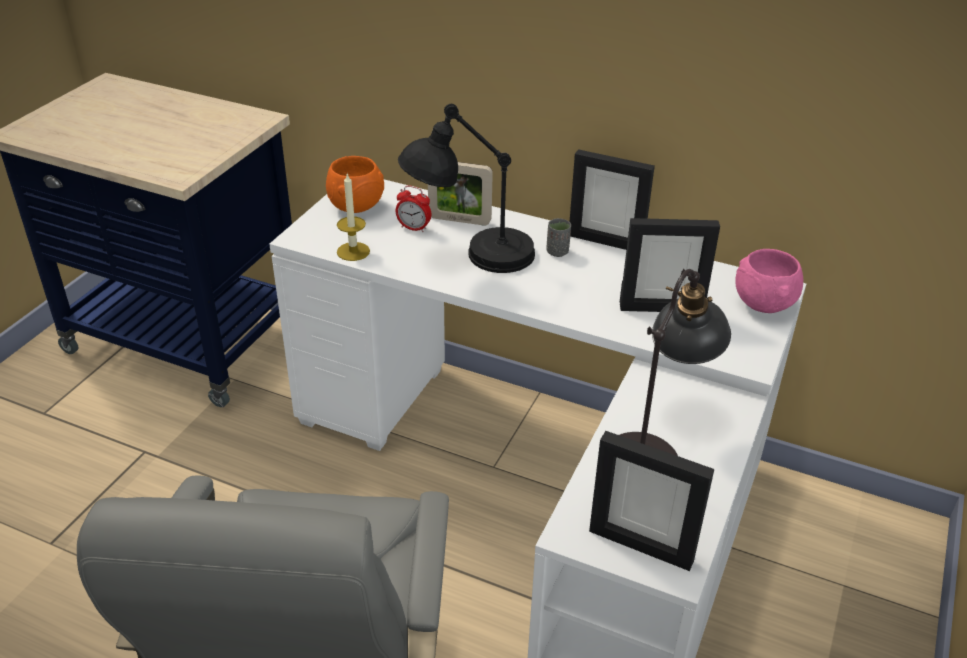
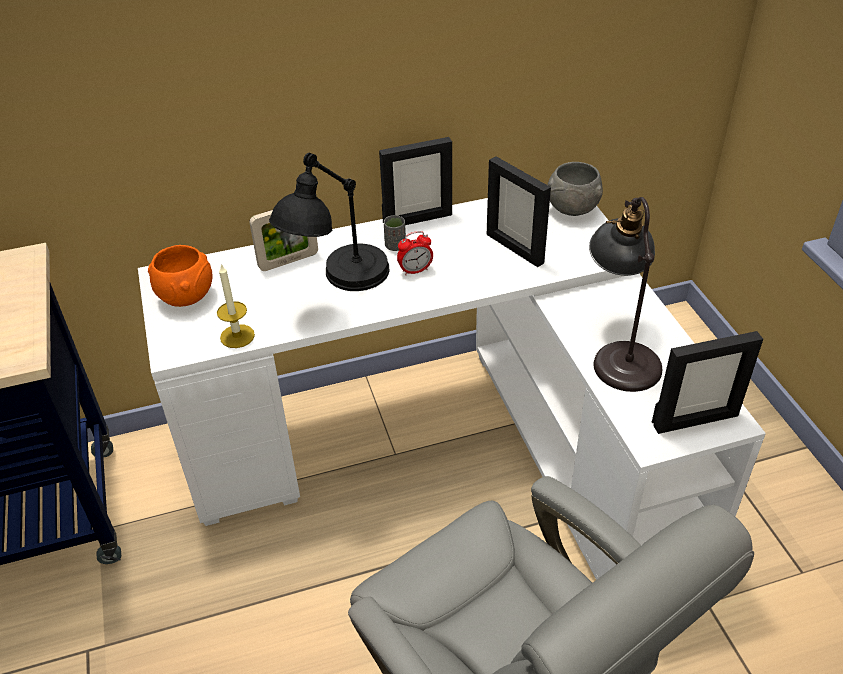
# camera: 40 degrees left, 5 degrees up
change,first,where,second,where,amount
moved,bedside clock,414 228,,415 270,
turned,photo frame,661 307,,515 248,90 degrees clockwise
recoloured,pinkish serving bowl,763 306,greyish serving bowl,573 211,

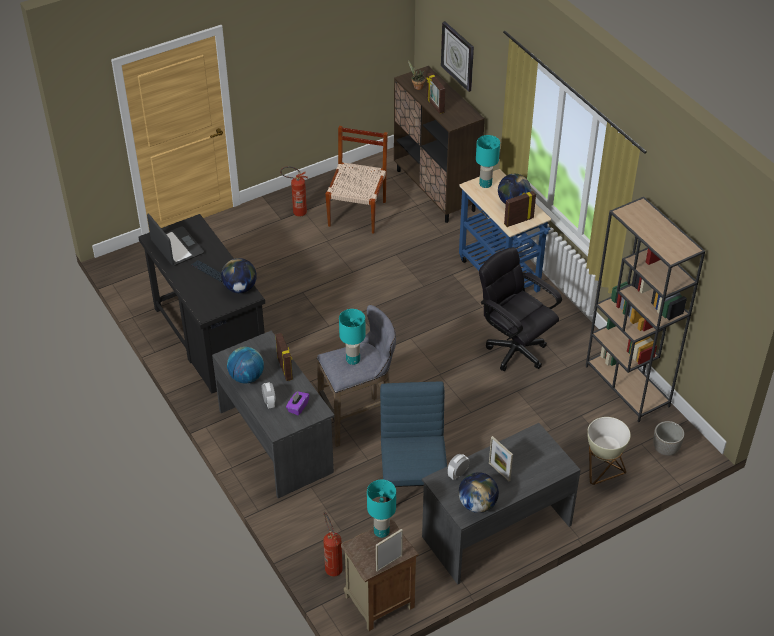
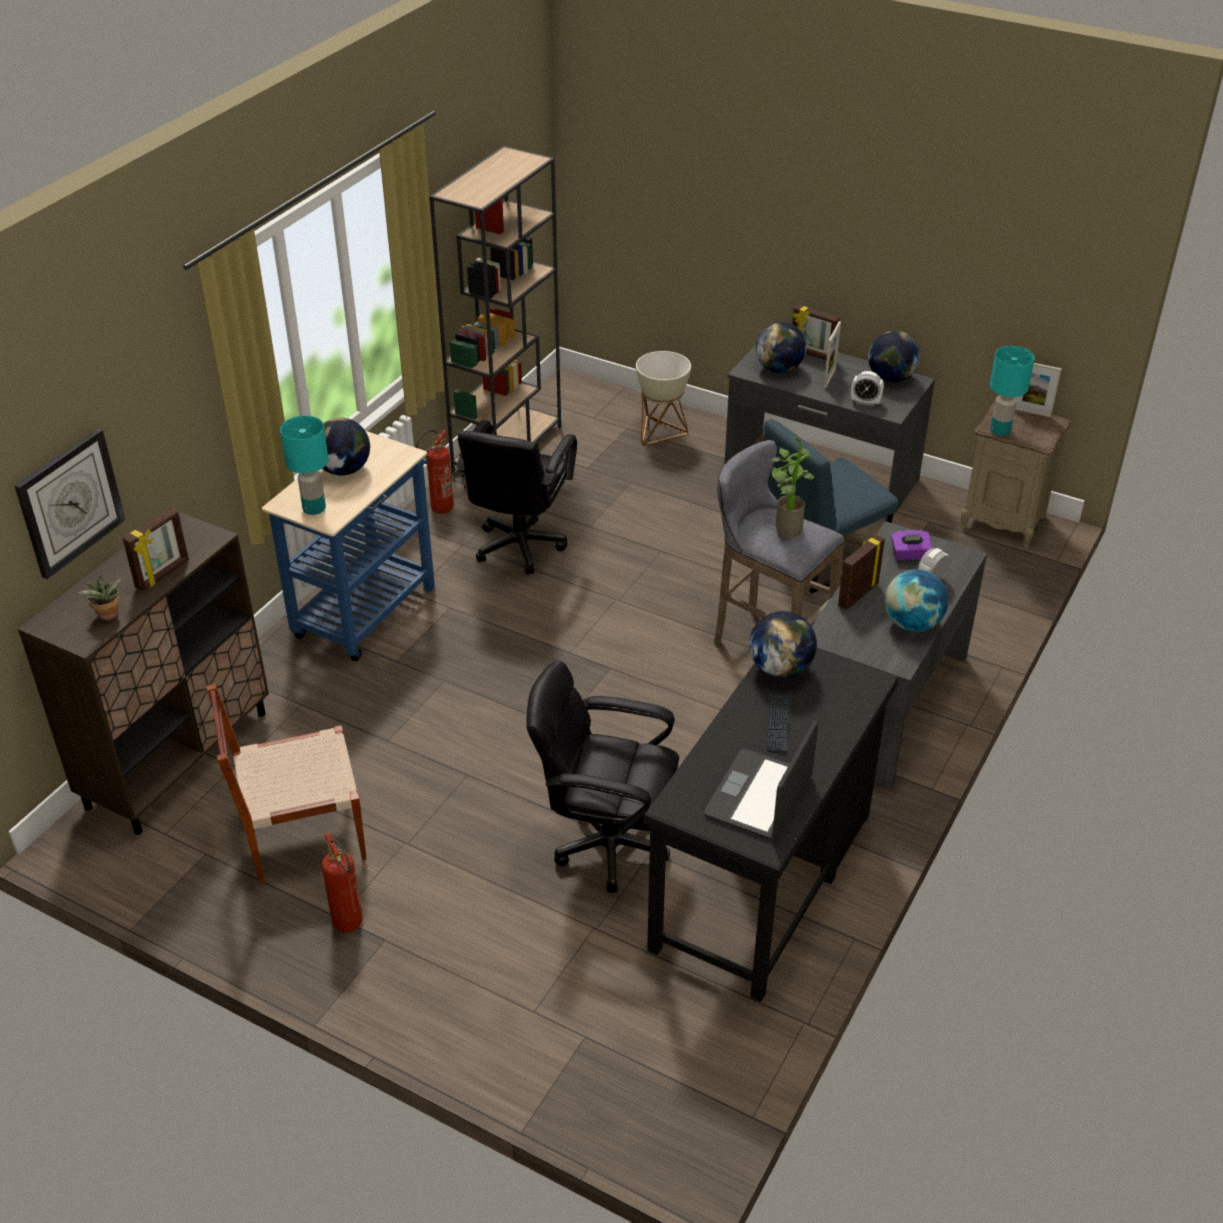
# camera: 120 degrees left, 5 degrees down
change,first,where,second,where,amount
moved,extinguisher,332 566,,438 510,
added,,,black-coloured desk chair,604 850,
added,,,globe,779 369,
replaced,turquoise-coloured table lamp,353 360,houseplant,786 527,
moved,photo frame,518 221,,812 354,
removed,plant pot,665 450,,,

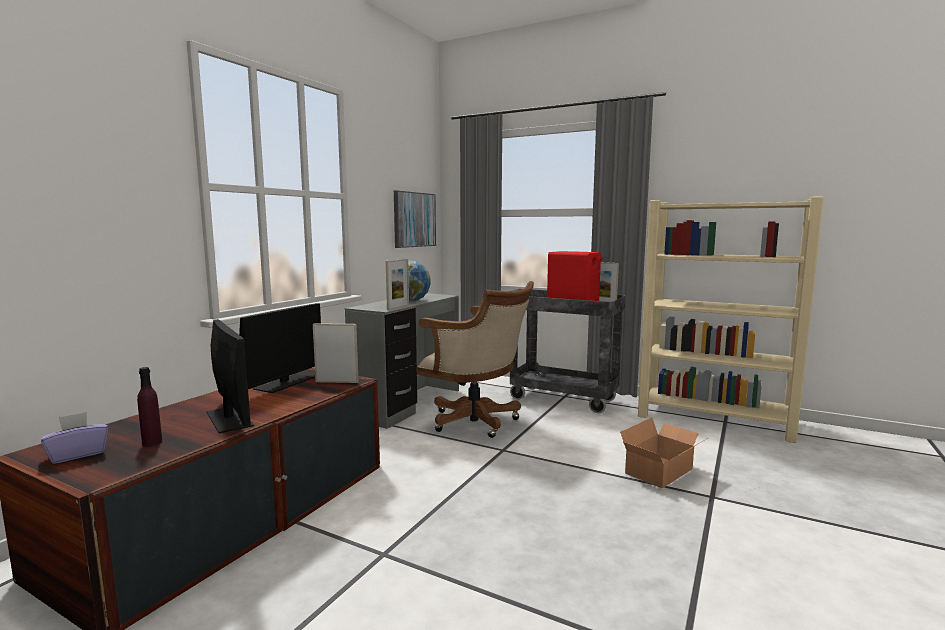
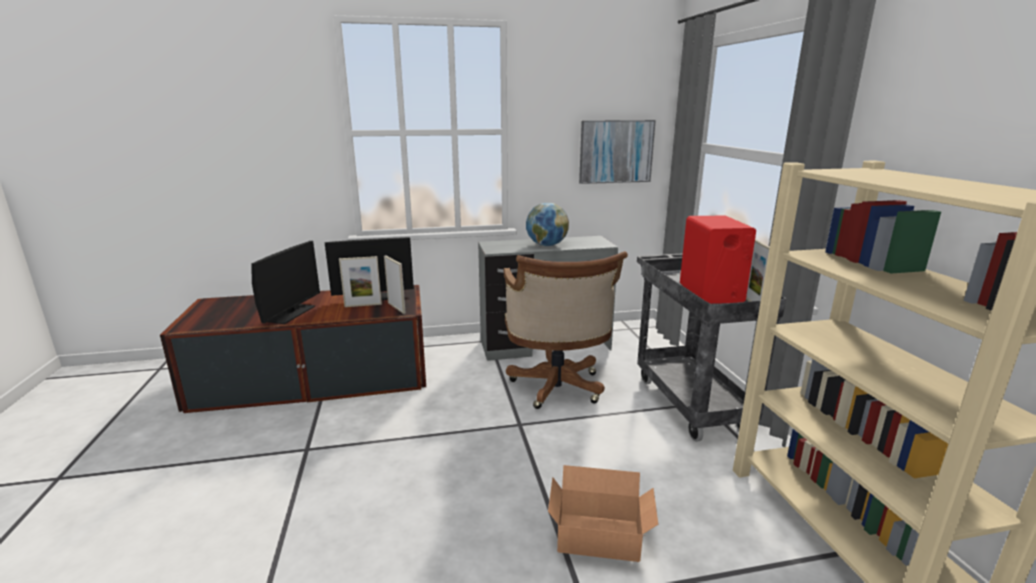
# camera: 50 degrees right, 10 degrees up
change,first,where,second,where,amount
moved,photo frame,398 307,,363 305,
removed,purple box of tissues,78 454,,,
removed,purple bottle,152 443,,,

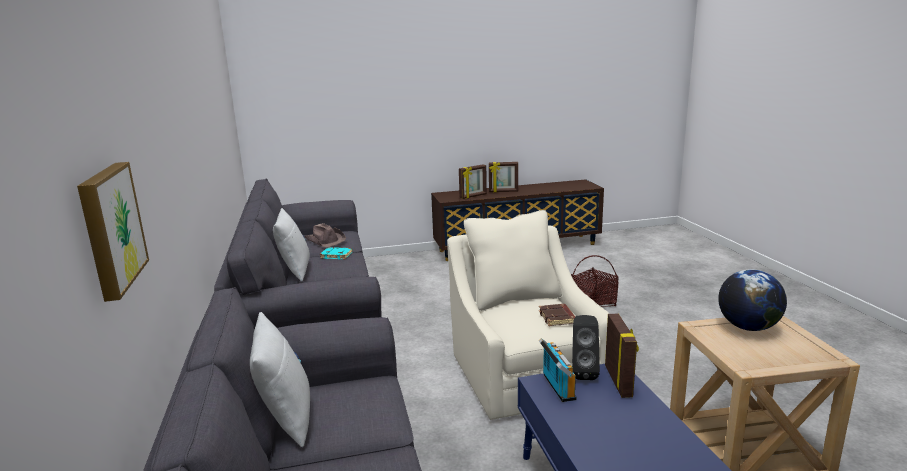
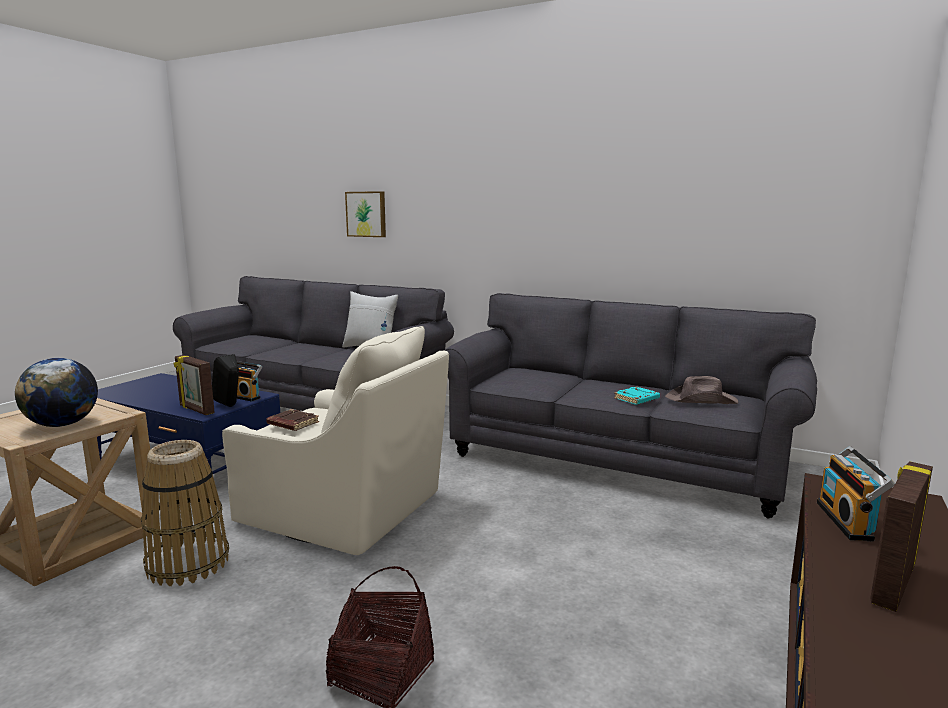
# camera: 130 degrees right, 5 degrees down
change,first,where,second,where,amount
added,,,basket,188 563,
replaced,photo frame,473 196,radio set,848 521,
removed,greyish pillow,295 271,,,

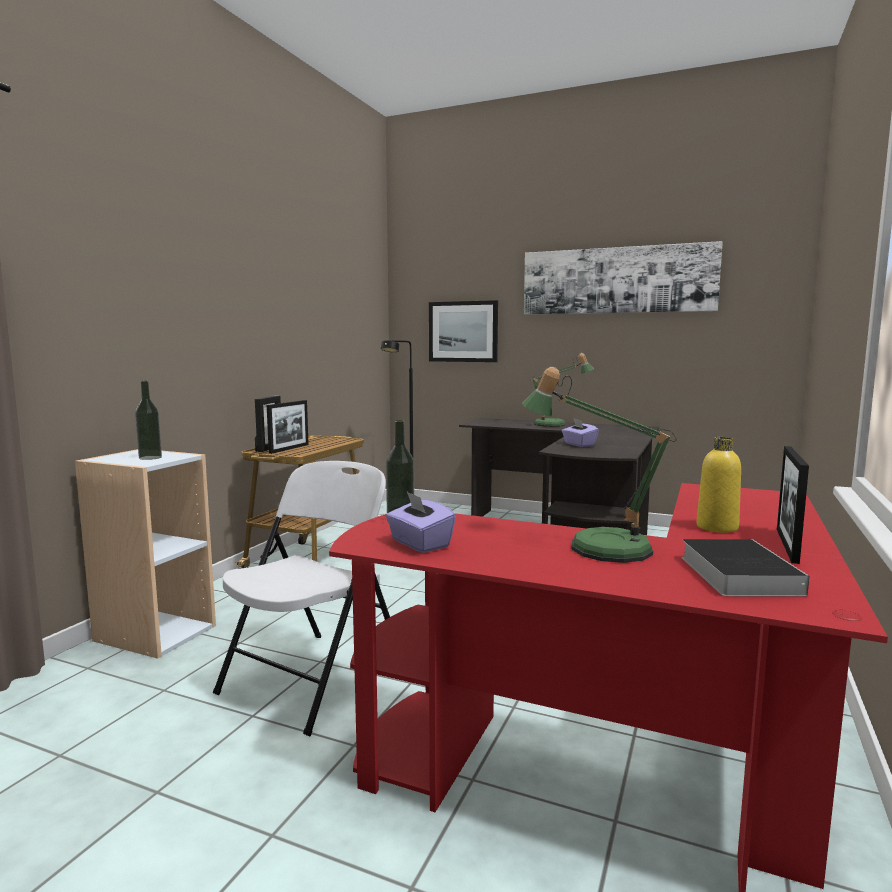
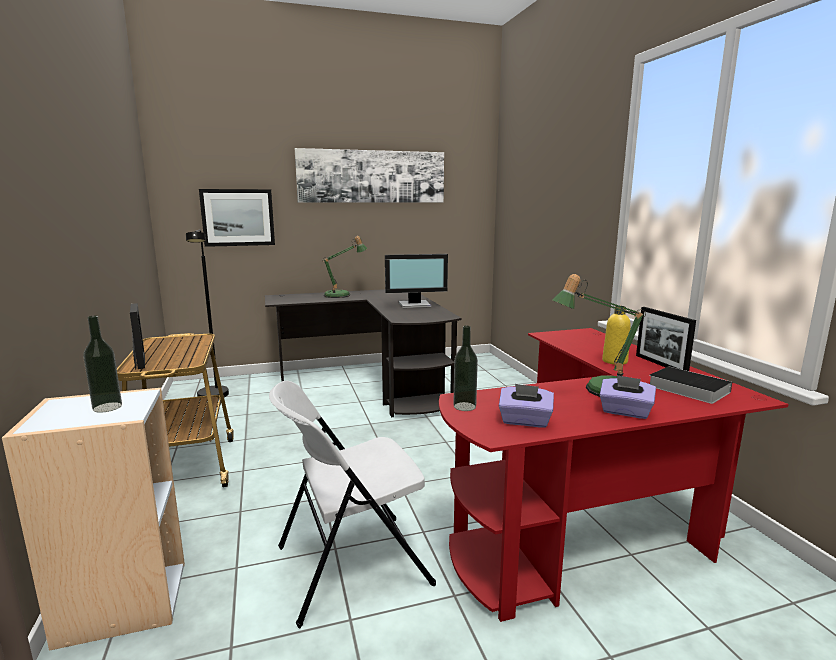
# camera: 40 degrees left, 5 degrees up
change,first,where,second,where,amount
turned,white plain chair,314 679,,352 564,105 degrees counterclockwise
added,,,monitor,415 305,
moved,purple box of tissues,579 444,,625 412,
removed,photo frame,289 449,,,

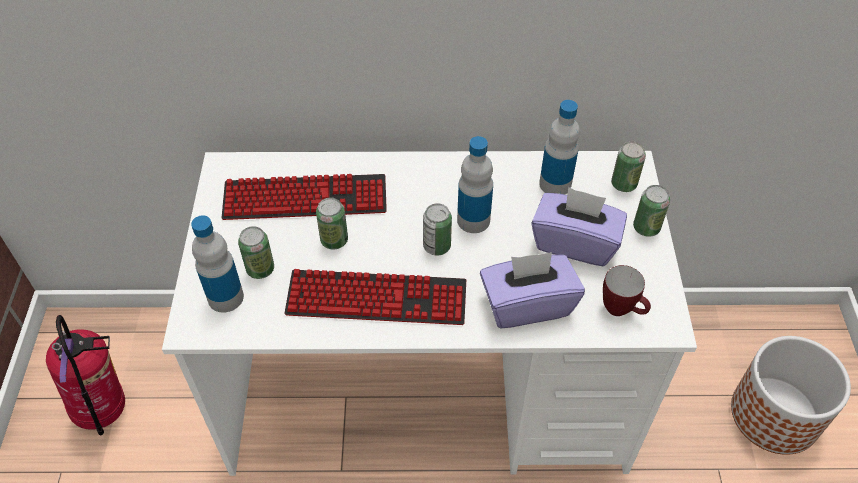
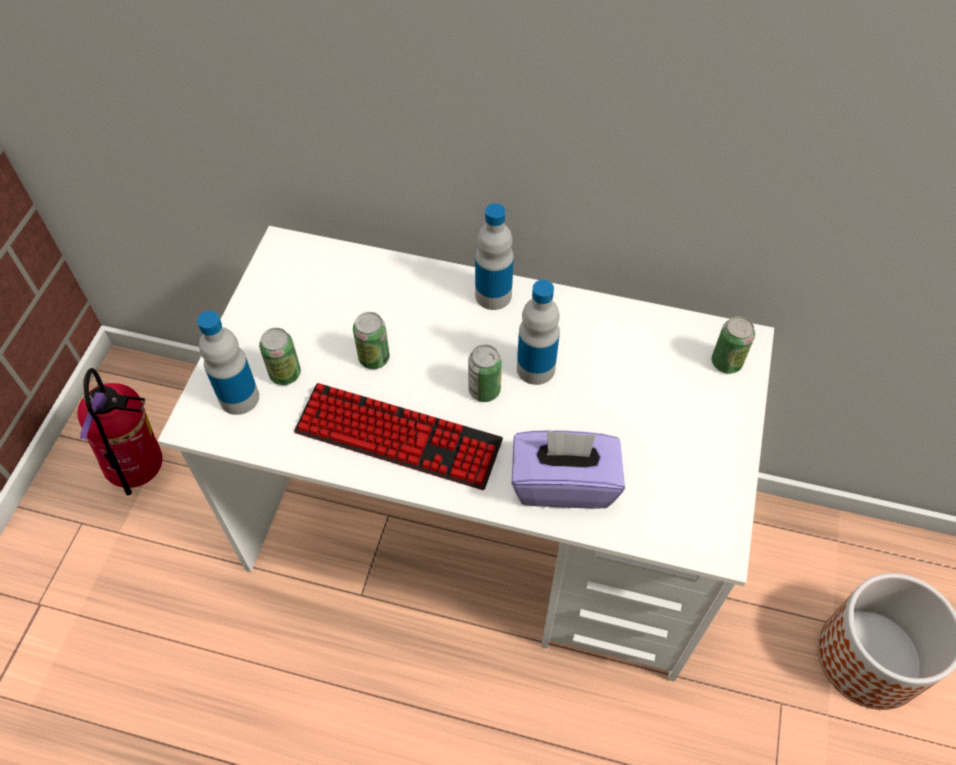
# camera: 15 degrees right, 5 degrees up
change,first,where,second,where,amount
moved,bottle,555 184,,493 295,
removed,computer keyboard,305 199,,,
removed,purple box of tissues,575 242,,,
removed,mug,622 310,,,
removed,can,646 227,,,

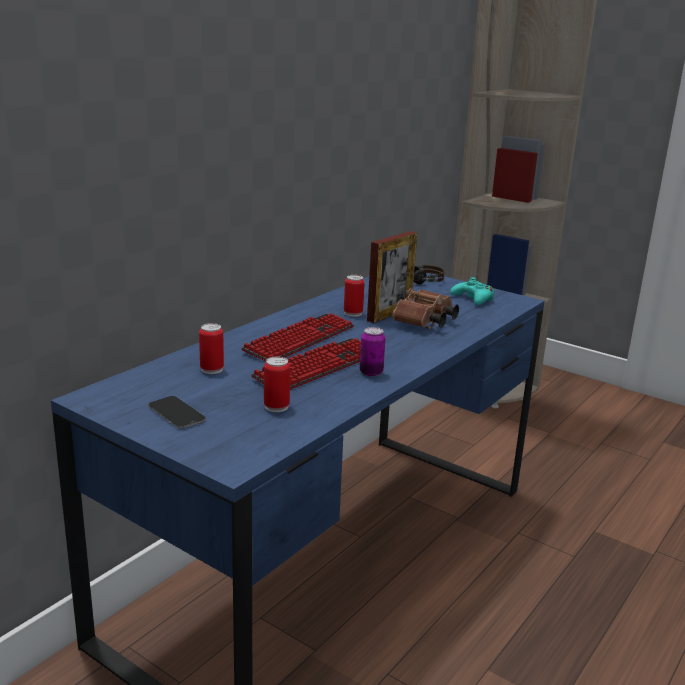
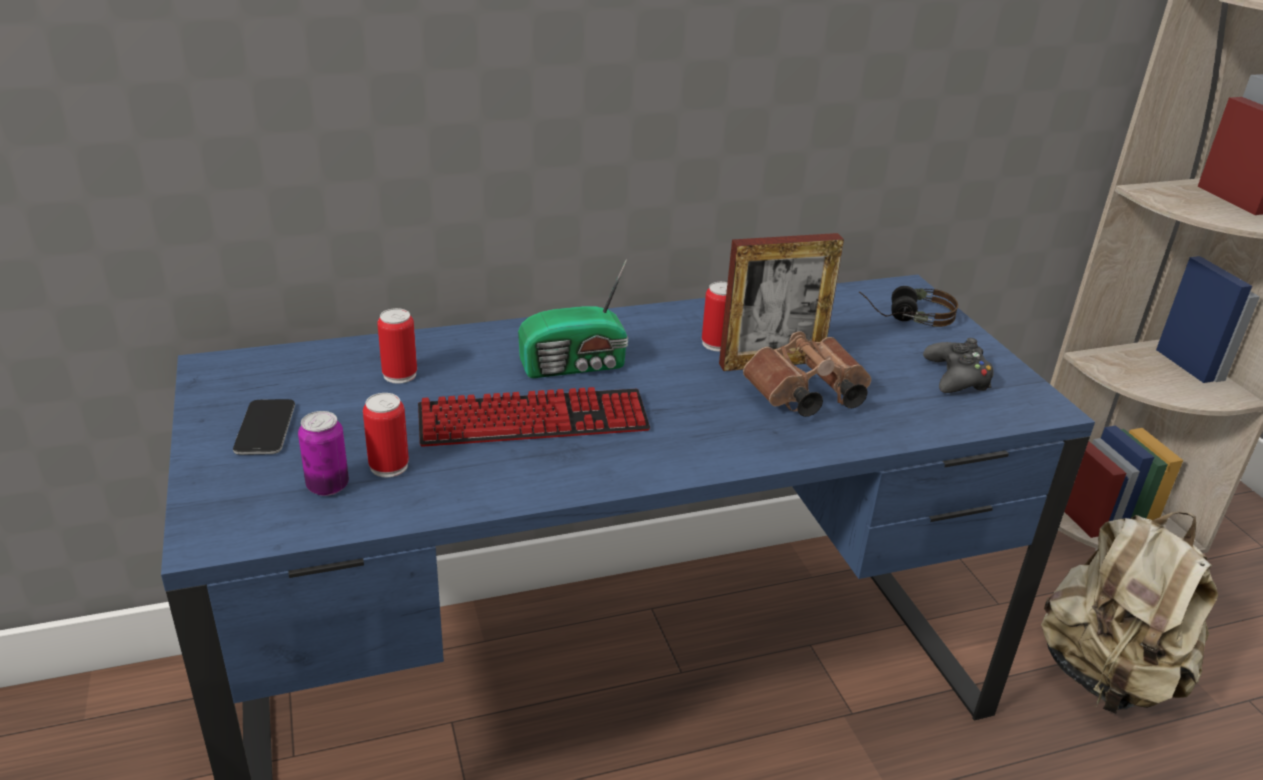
# camera: 35 degrees right, 10 degrees up
change,first,where,second,where,amount
moved,can,371 372,,328 486,
replaced,computer keyboard,300 340,radio set,576 366,
recoloured,turquoise-coloured gamepad,473 299,black-coloured gamepad,956 377,
added,,,beige rucksack,1106 676,

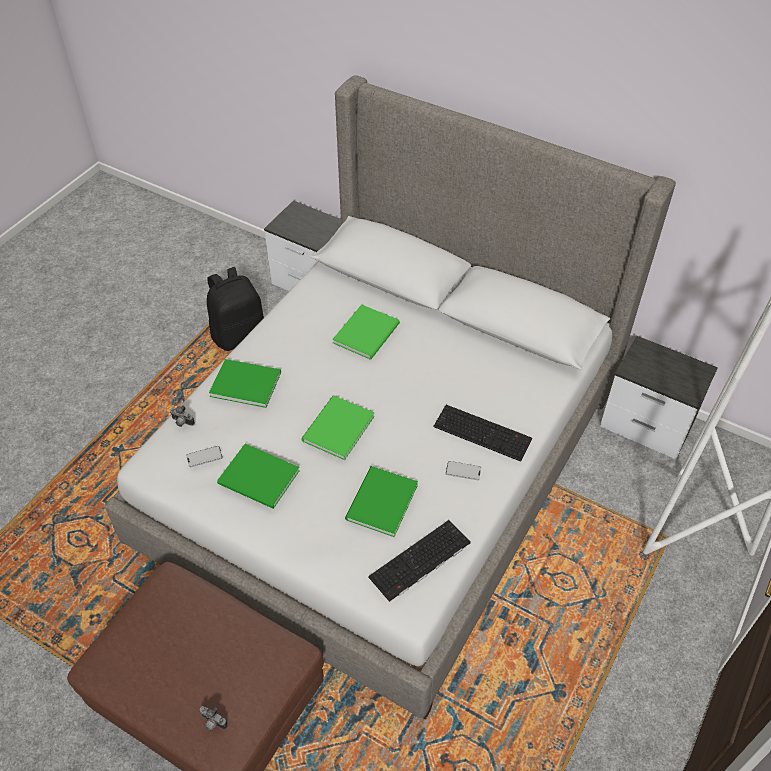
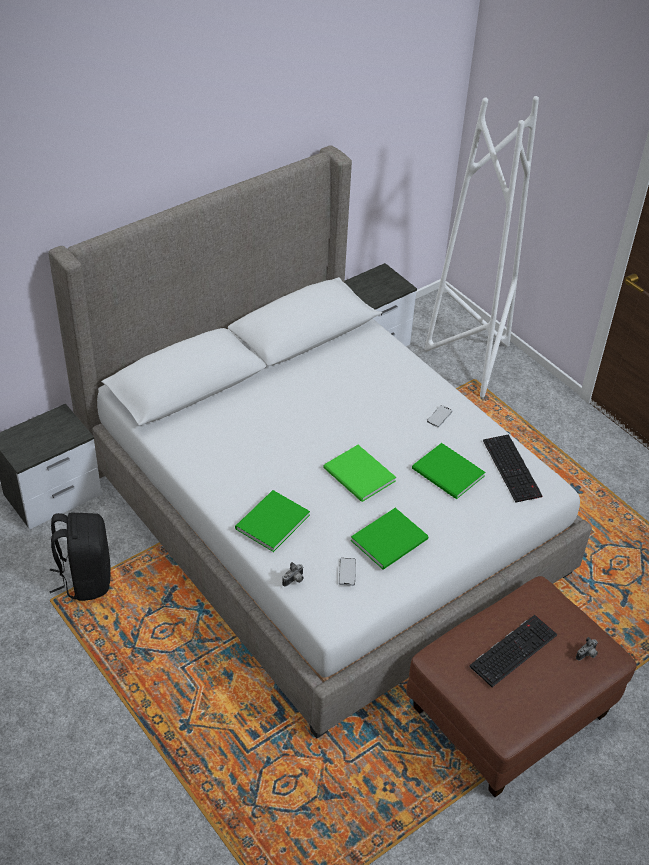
# camera: 70 degrees left, 5 degrees down
change,first,where,second,where,amount
moved,computer keyboard,484 432,,513 649,
removed,green-coloured bound book,368 333,,,

